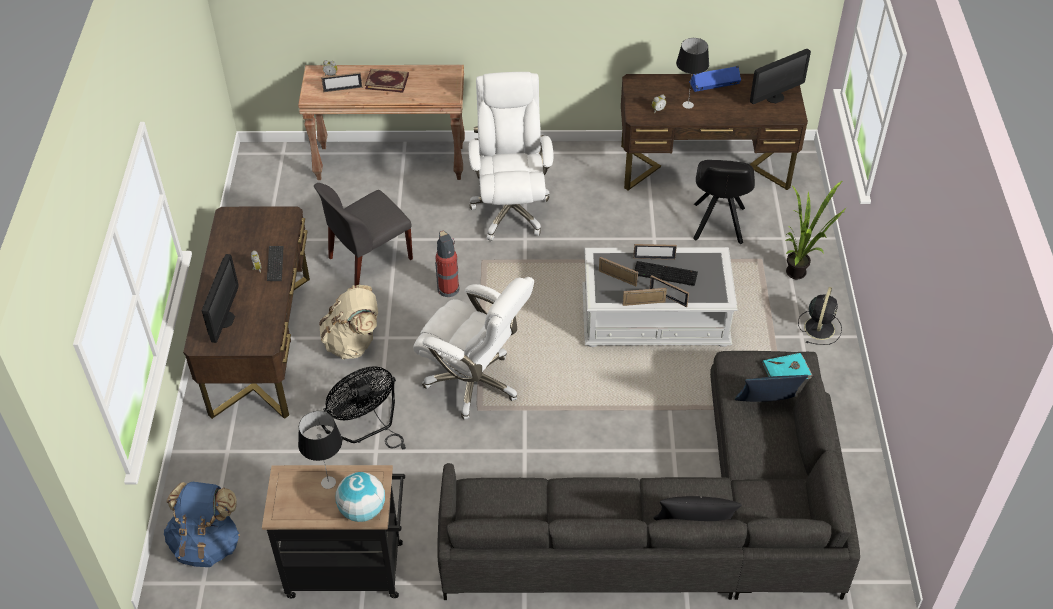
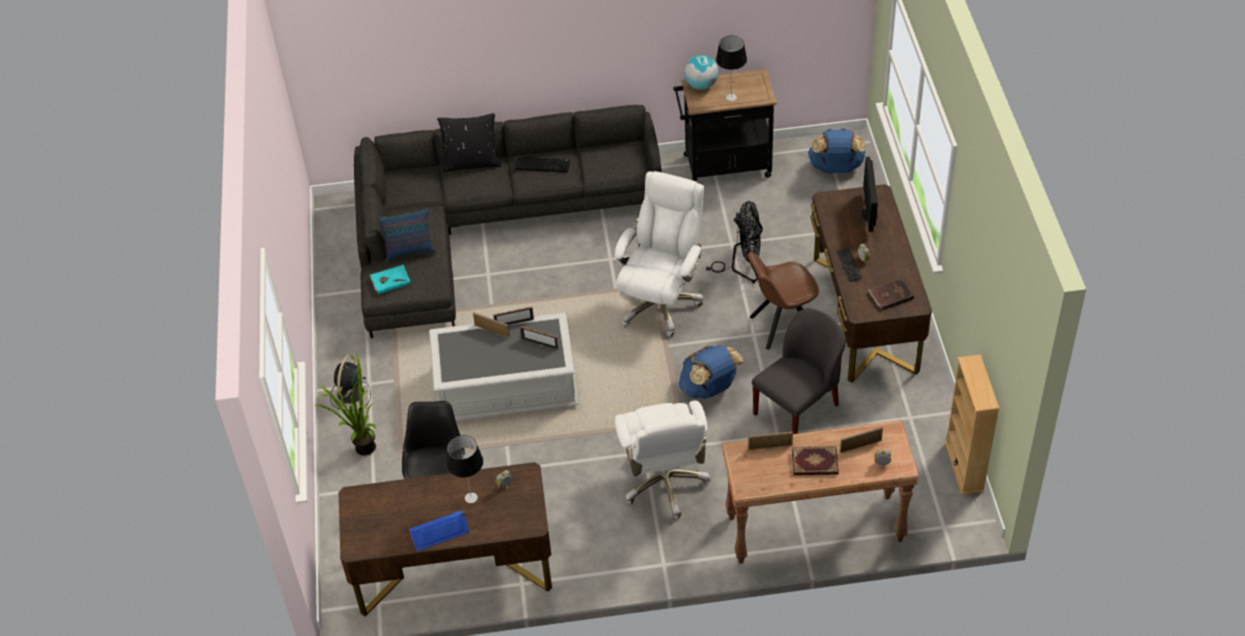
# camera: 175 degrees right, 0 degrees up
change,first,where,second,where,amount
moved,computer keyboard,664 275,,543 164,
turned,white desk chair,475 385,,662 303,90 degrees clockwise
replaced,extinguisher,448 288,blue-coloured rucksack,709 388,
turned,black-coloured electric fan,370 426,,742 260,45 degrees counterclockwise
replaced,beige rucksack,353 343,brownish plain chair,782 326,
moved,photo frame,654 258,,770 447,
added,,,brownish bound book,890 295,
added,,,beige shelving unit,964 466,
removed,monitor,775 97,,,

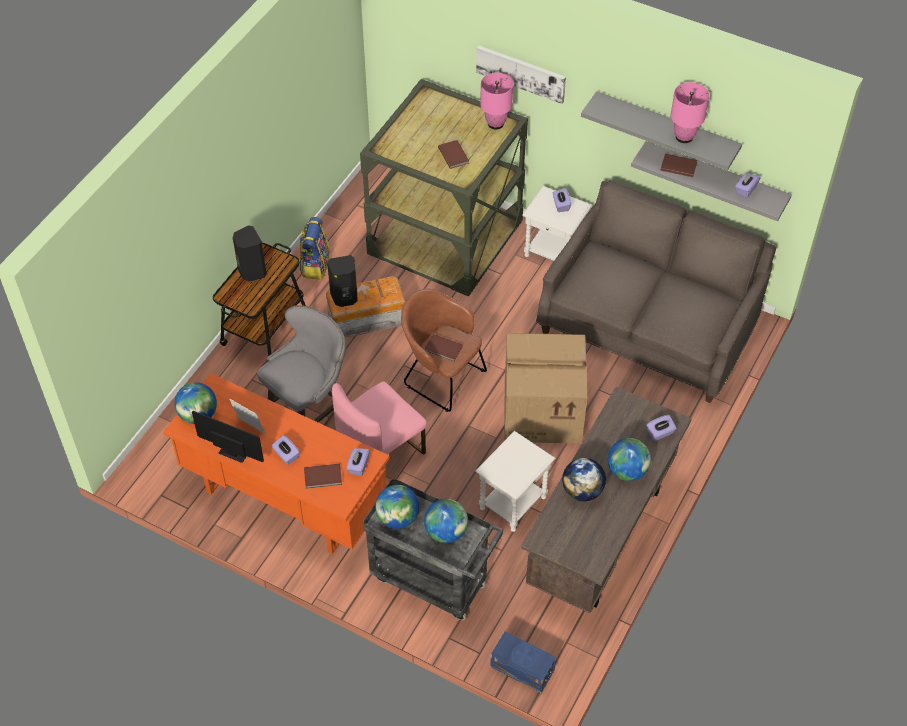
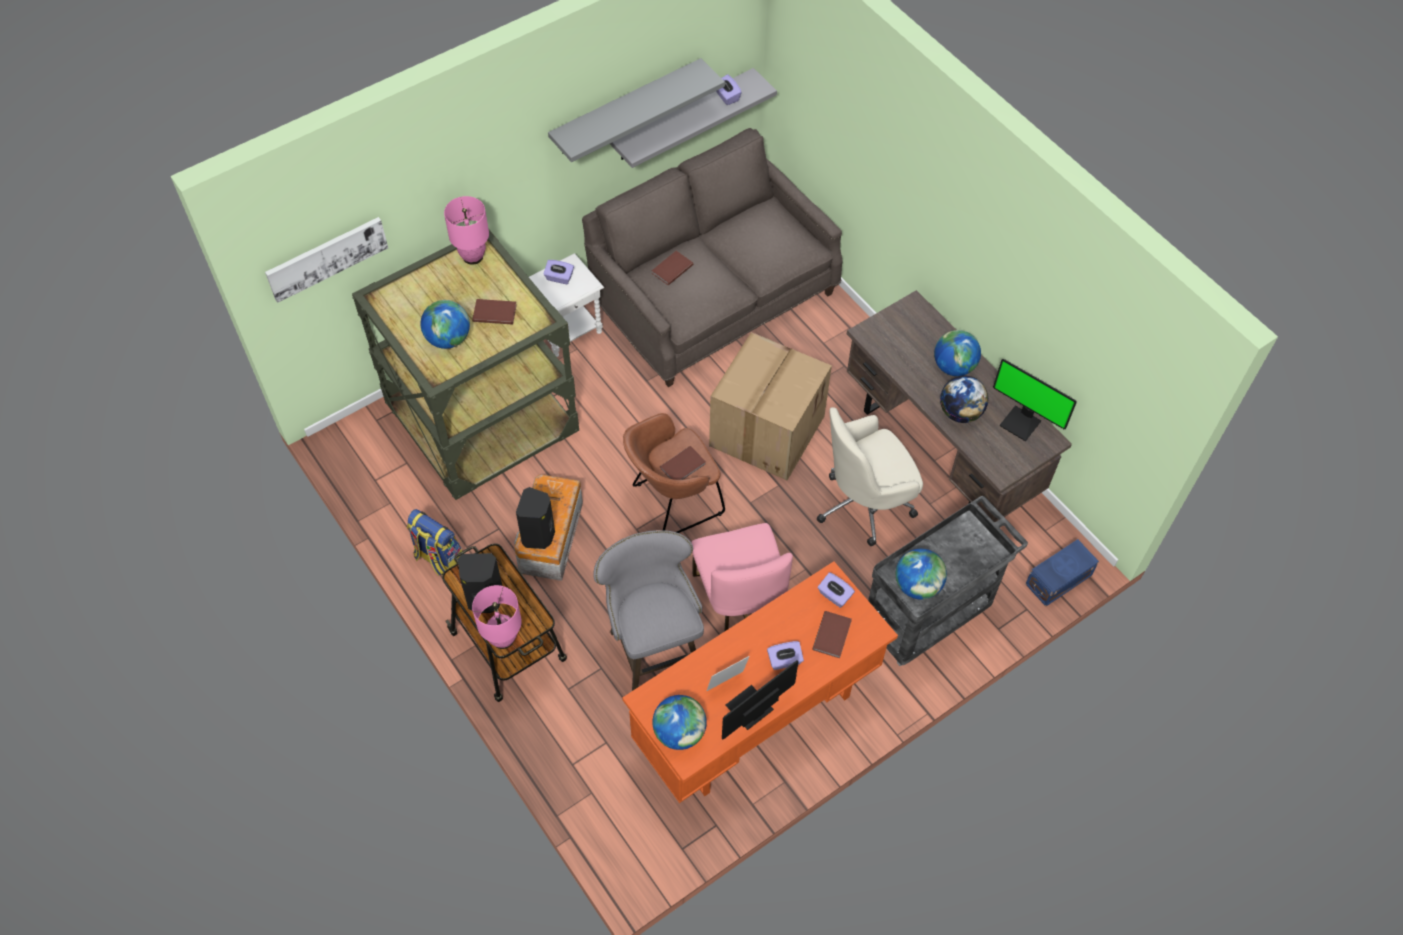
# camera: 65 degrees left, 5 degrees up
change,first,where,second,where,amount
moved,picture,521 73,,326 257,
moved,globe,446 532,,448 339,
moved,pinkish table lamp,684 137,,503 639,
moved,brownish bound book,678 166,,671 269,
replaced,white end table,512 501,beige desk chair,864 505,
added,,,monitor,1021 423,
removed,purple box of tissues,660 433,,,

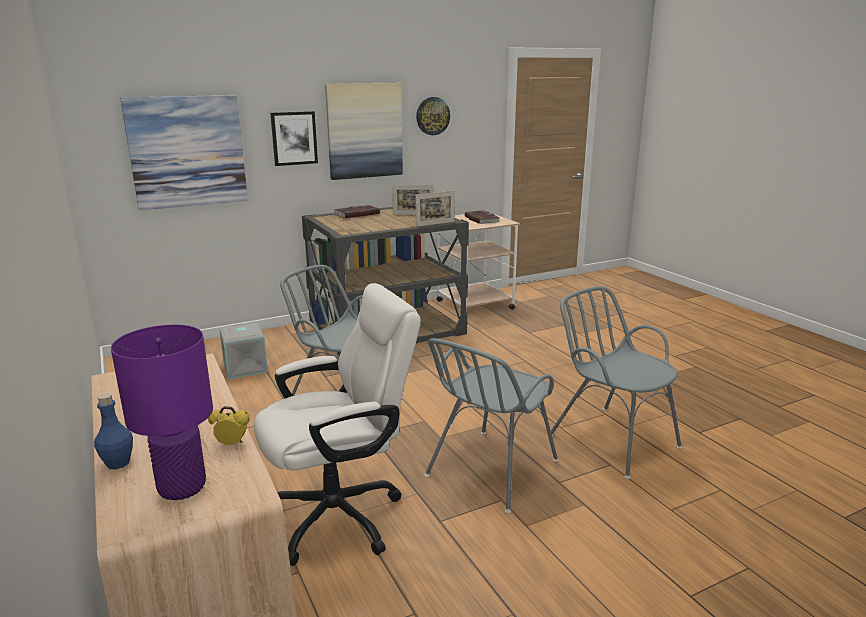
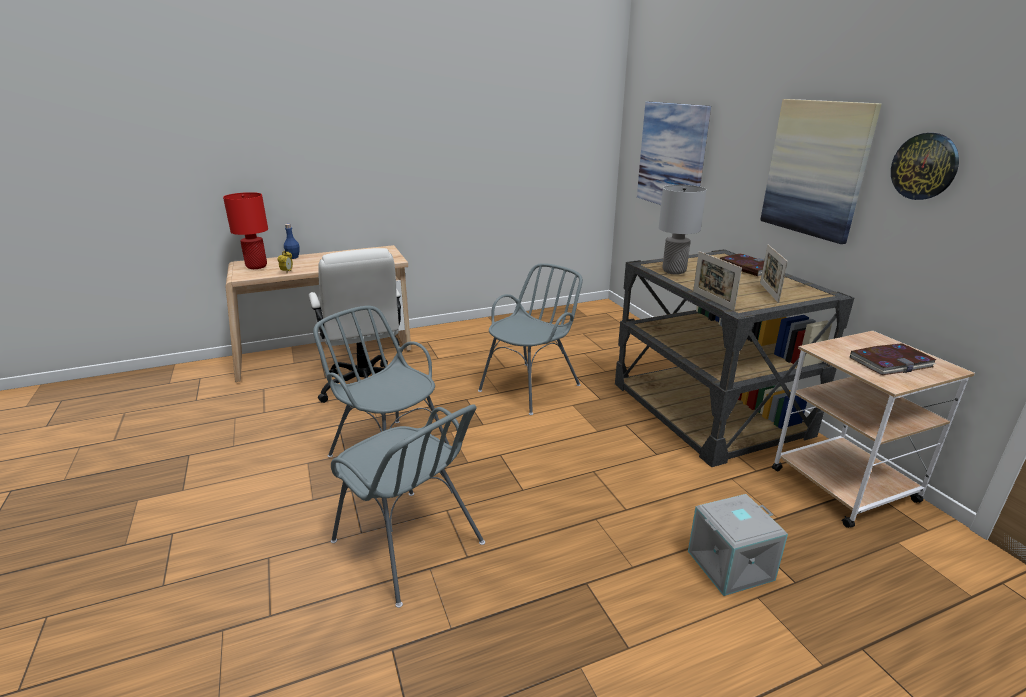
# camera: 95 degrees right, 5 degrees up
change,first,where,second,where,amount
recoloured,purple table lamp,182 490,red table lamp,257 267,
turned,greyish plain chair,610 438,,411 545,75 degrees clockwise
added,,,greyish table lamp,674 272,
moved,greyish storage container,246 367,,730 566,
removed,picture,294 138,,,

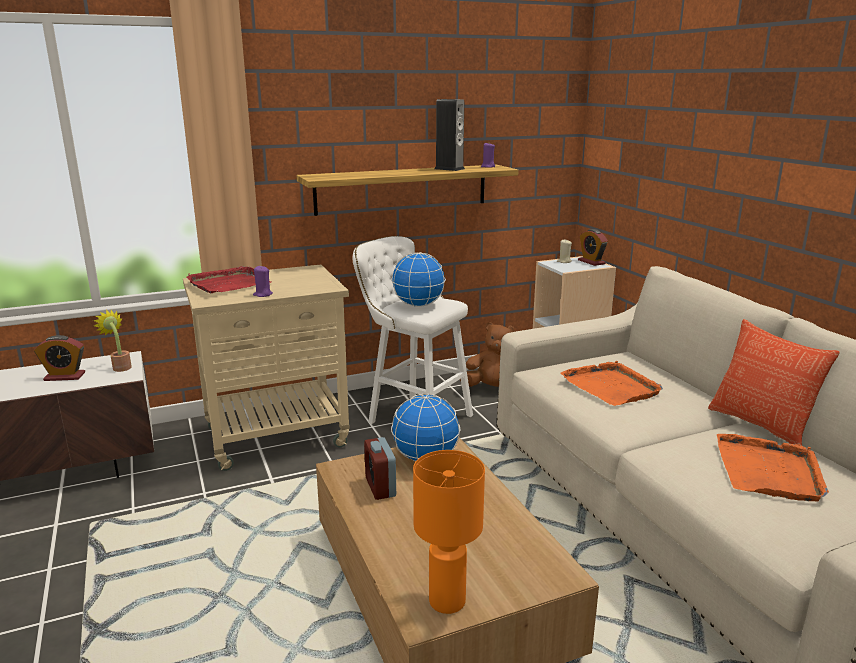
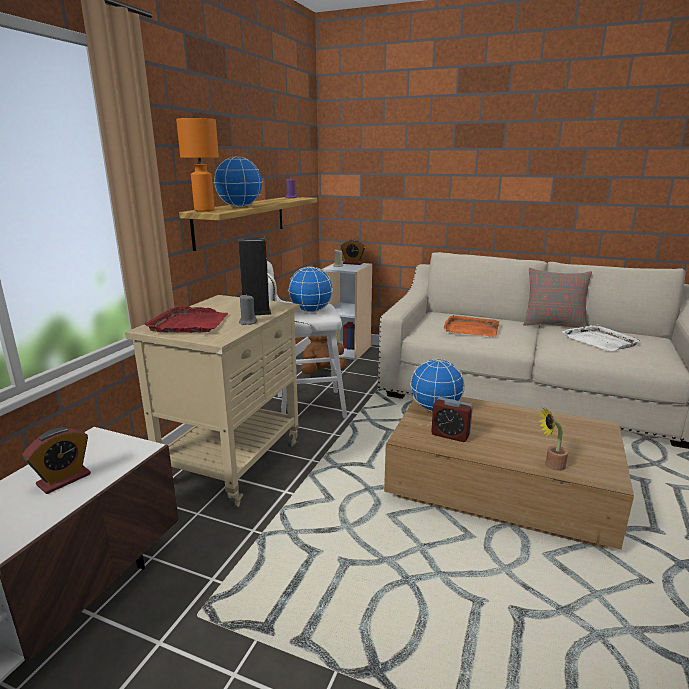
# camera: 45 degrees left, 0 degrees up
change,first,where,second,where,amount
moved,orange table lamp,446 600,,204 210,
added,,,globe,240 206,
moved,loudspeaker,449 169,,256 312,
recoloured,purple candle,263 294,greyish candle,248 322,
recoloured,orange pillow,760 425,greyish pillow,553 325,
moved,houseplant,120 367,,551 465,
recoloured,orange serving tray,769 471,white serving tray,600 340,

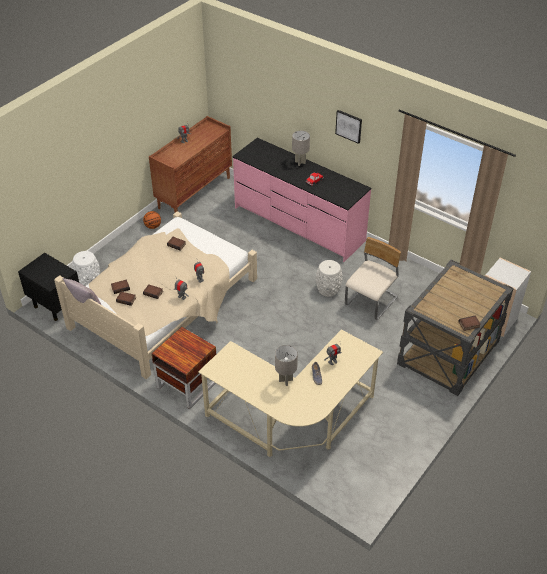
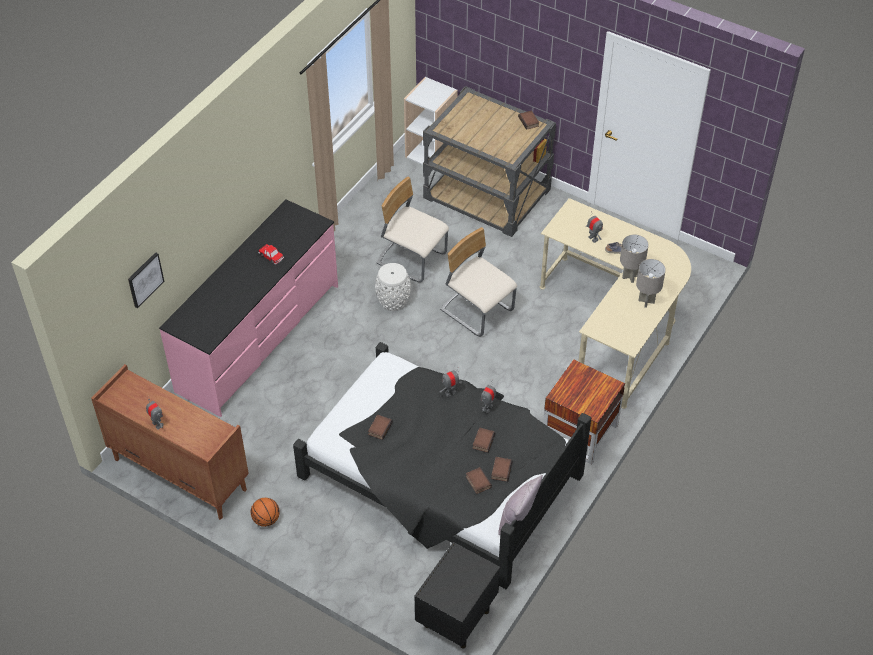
# camera: 95 degrees left, 5 degrees up
change,first,where,second,where,amount
moved,picture,349 126,,145 279,
recoloured,beige bedroom bed,165 305,black-coloured bedroom bed,440 477,
added,,,beige plain chair,477 311,
moved,greyish table lamp,300 162,,646 301,
removed,white stool seat,88 280,,,

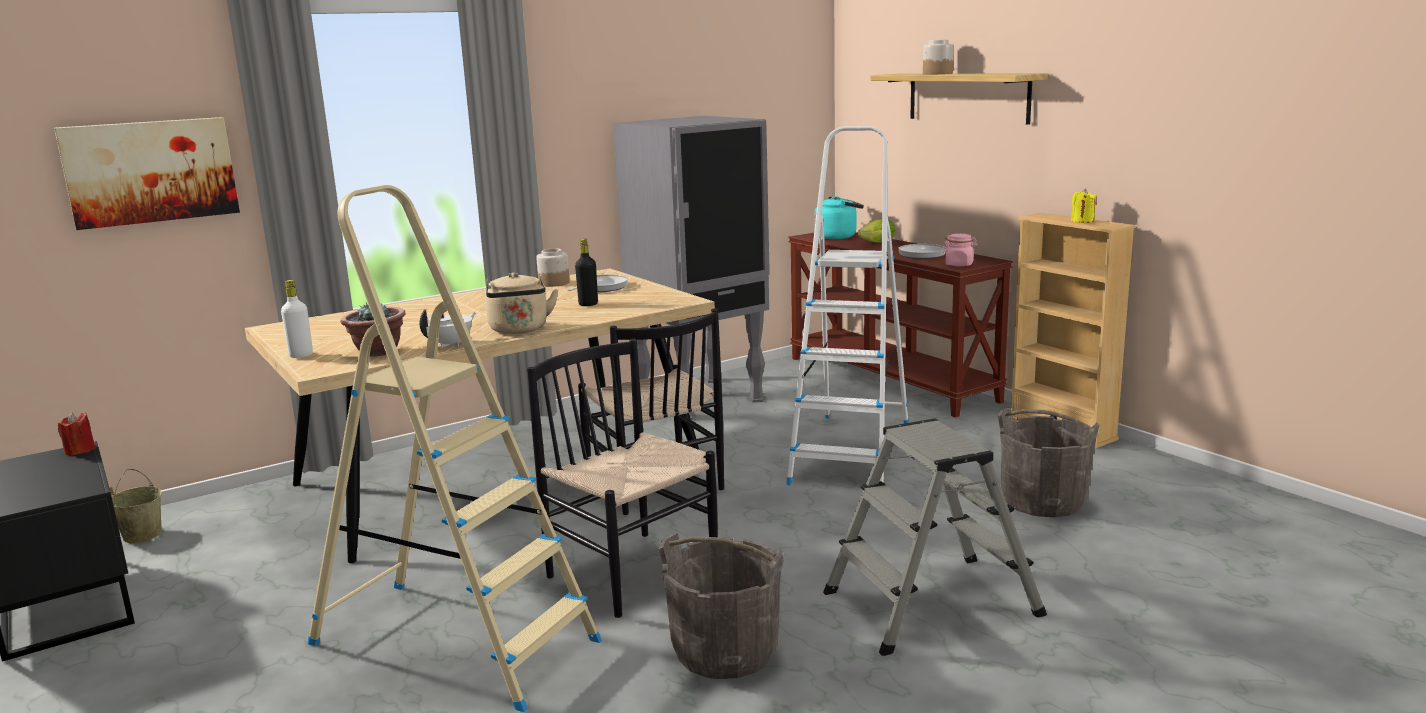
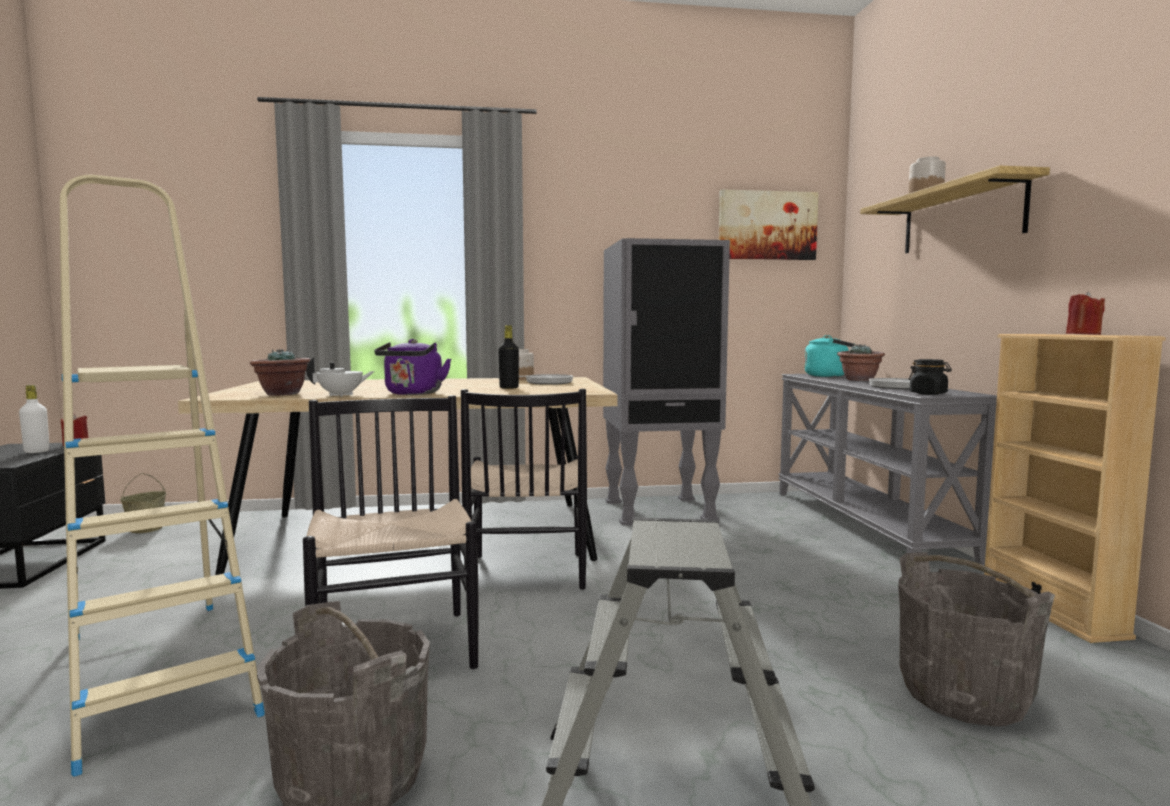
# camera: 25 degrees right, 10 degrees down
change,first,where,second,where,amount
moved,white bottle,301 355,,37 451,
recoloured,beige water kettle,519 330,purple water kettle,413 393,
moved,picture,150 171,,767 225,
recoloured,brownish console table,891 379,greyish console table,866 524,
replaced,lettuce,875 243,houseplant,859 380,
recoloured,pinkish jar,959 264,black-coloured jar,928 394,
recoloured,yellow candle,1082 221,red candle,1083 334,
removed,white stepladder,851 451,,,

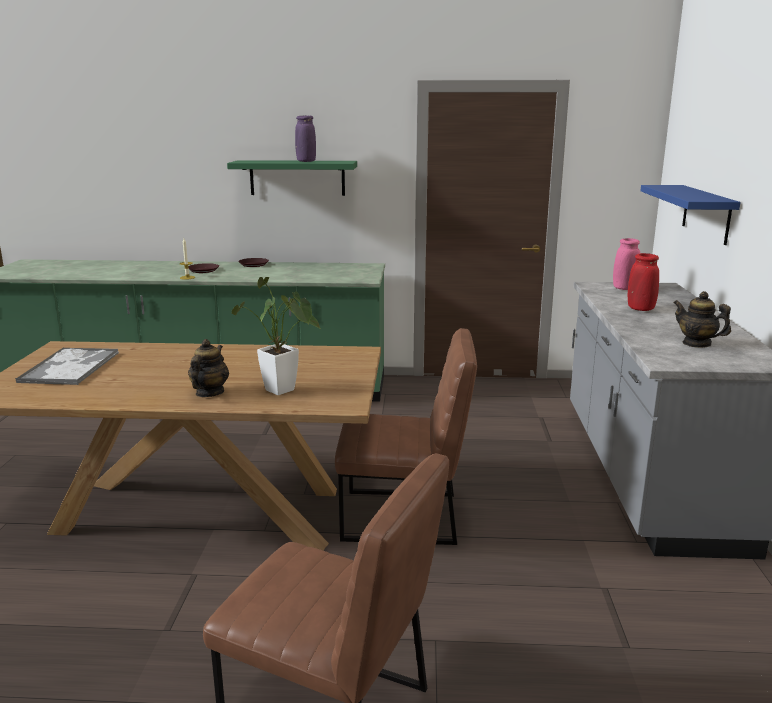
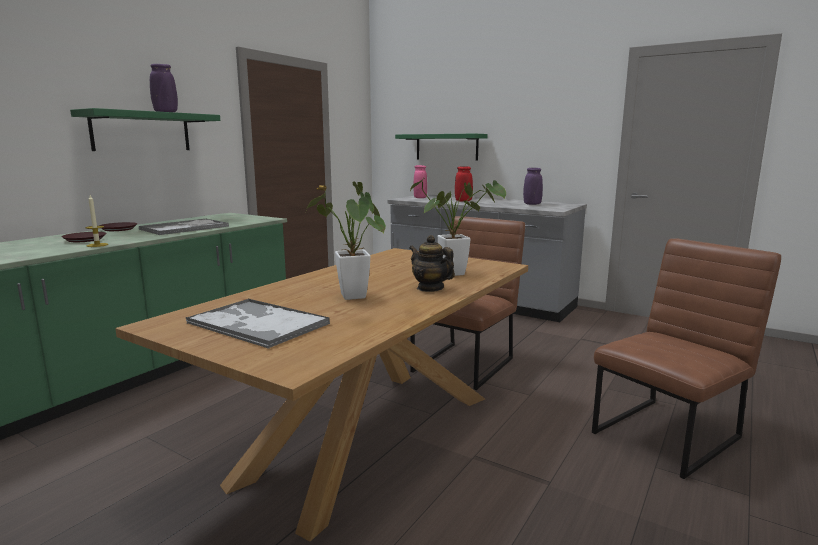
# camera: 60 degrees left, 5 degrees down
change,first,where,second,where,amount
added,,,serving tray,185 228,
added,,,houseplant,354 298,
recoloured,blue-coloured shelf,706 213,green-coloured shelf,446 147,
replaced,pot for tea,697 343,purple vase,532 204,

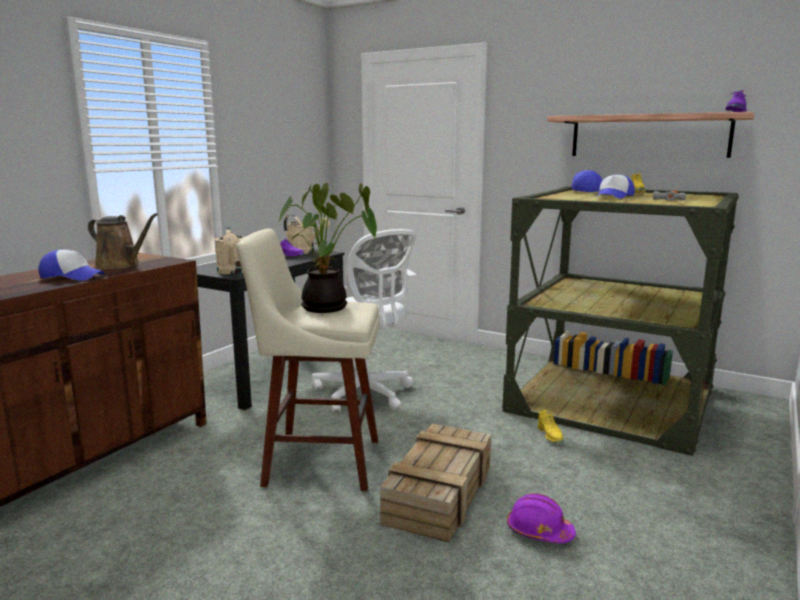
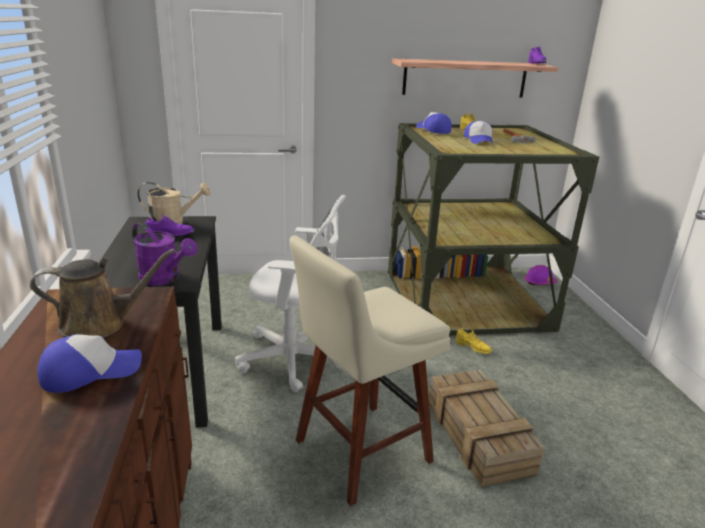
# camera: 40 degrees left, 10 degrees up
change,first,where,second,where,amount
recoloured,beige sprinkling can,233 272,purple sprinkling can,164 279,
moved,purple hard hat,539 531,,539 282,
removed,houseplant,328 308,,,

